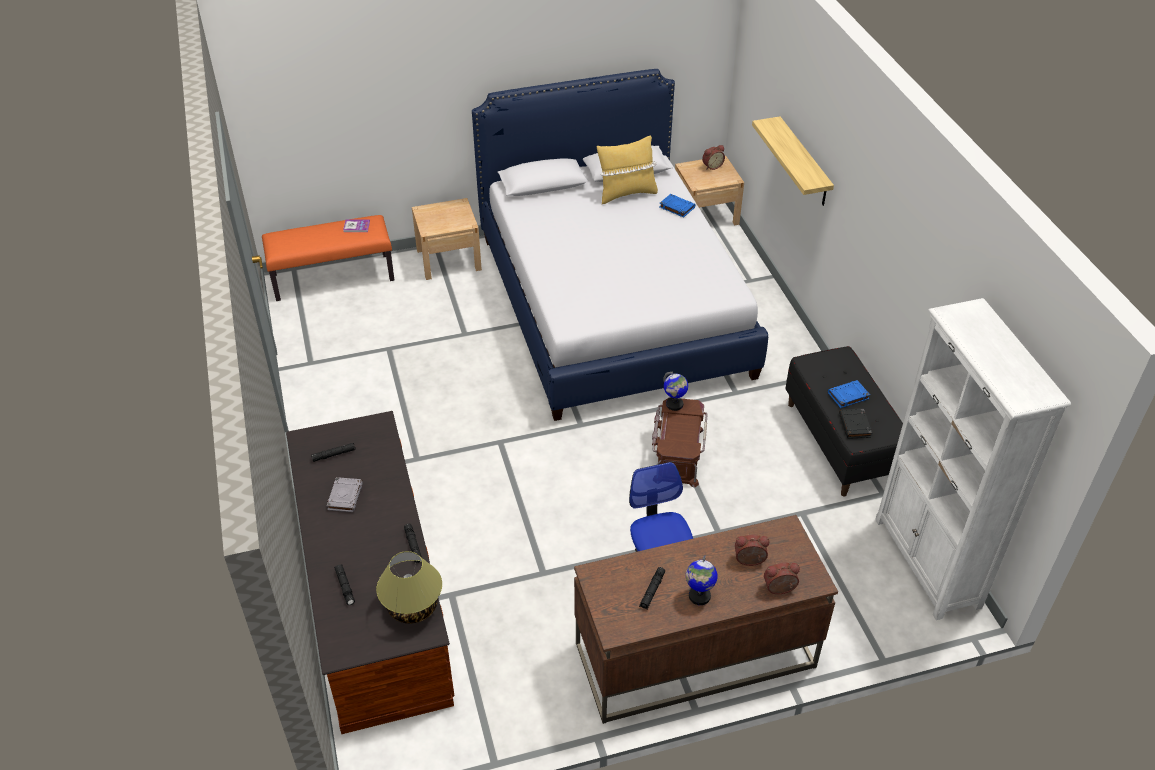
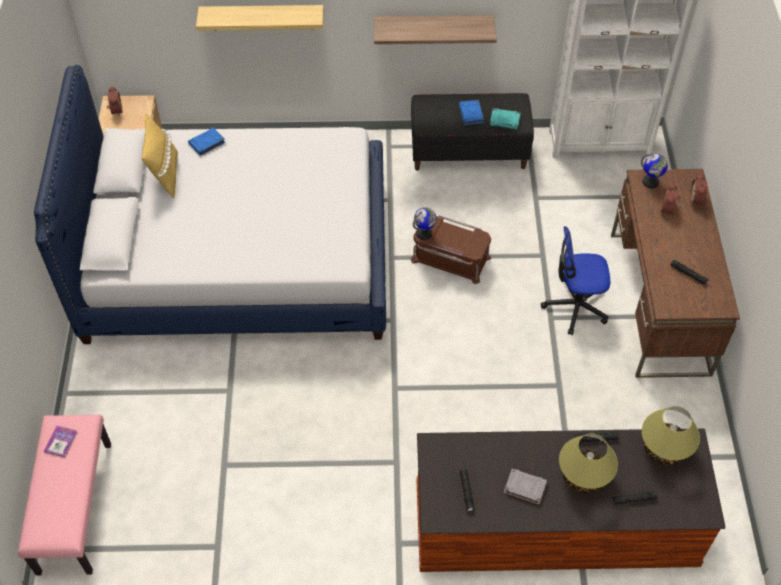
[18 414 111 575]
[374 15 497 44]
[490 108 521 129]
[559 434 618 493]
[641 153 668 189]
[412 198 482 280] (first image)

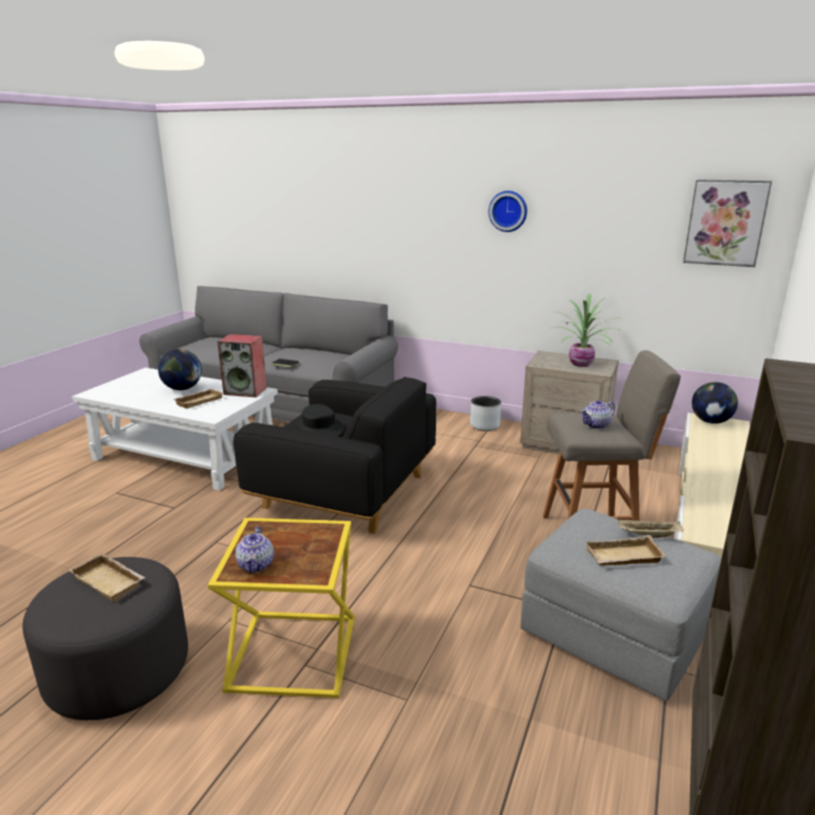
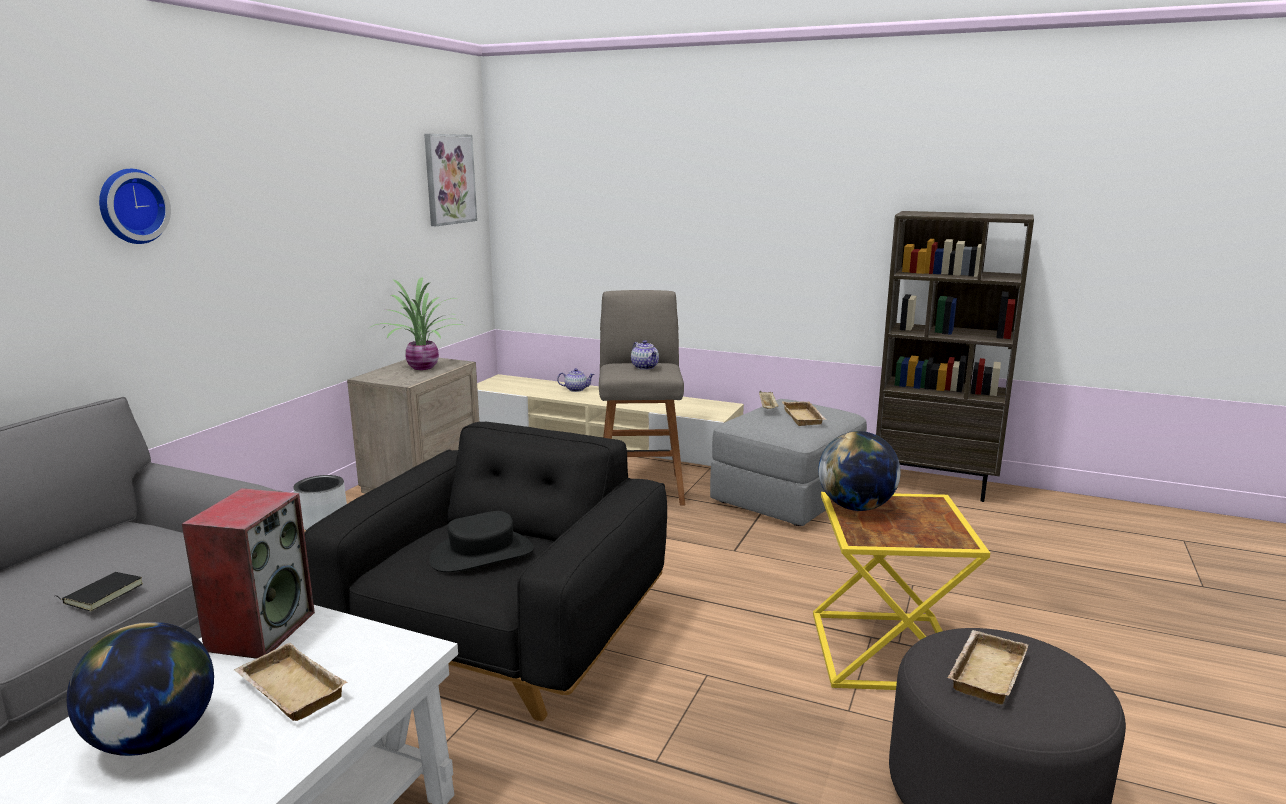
[99 169 171 244]
[557 368 595 392]
[818 431 901 511]

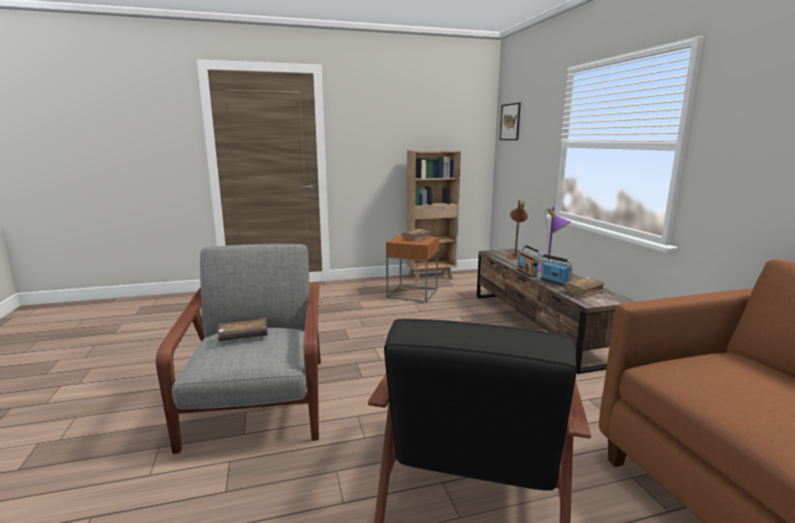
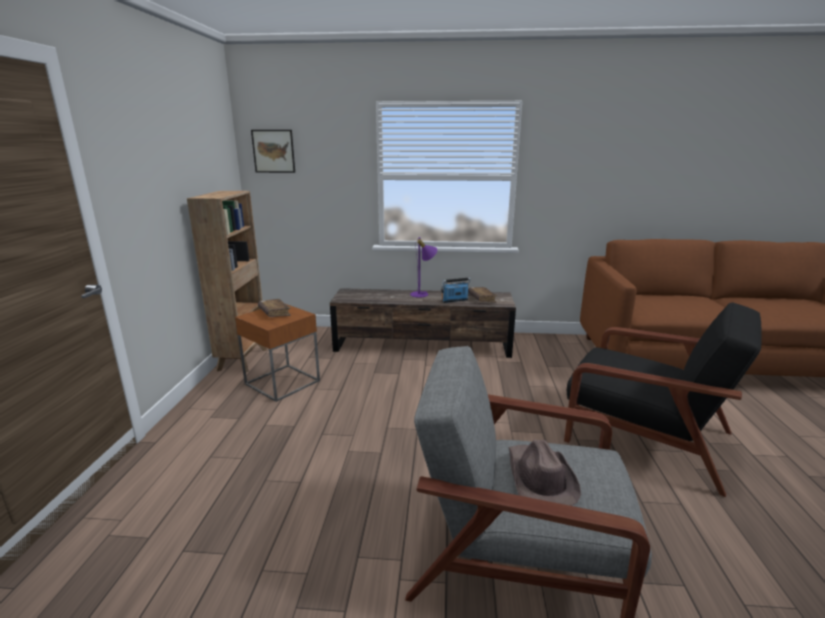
[508 439 581 506]
[506 200 528 259] (first image)
[517 245 542 277] (first image)

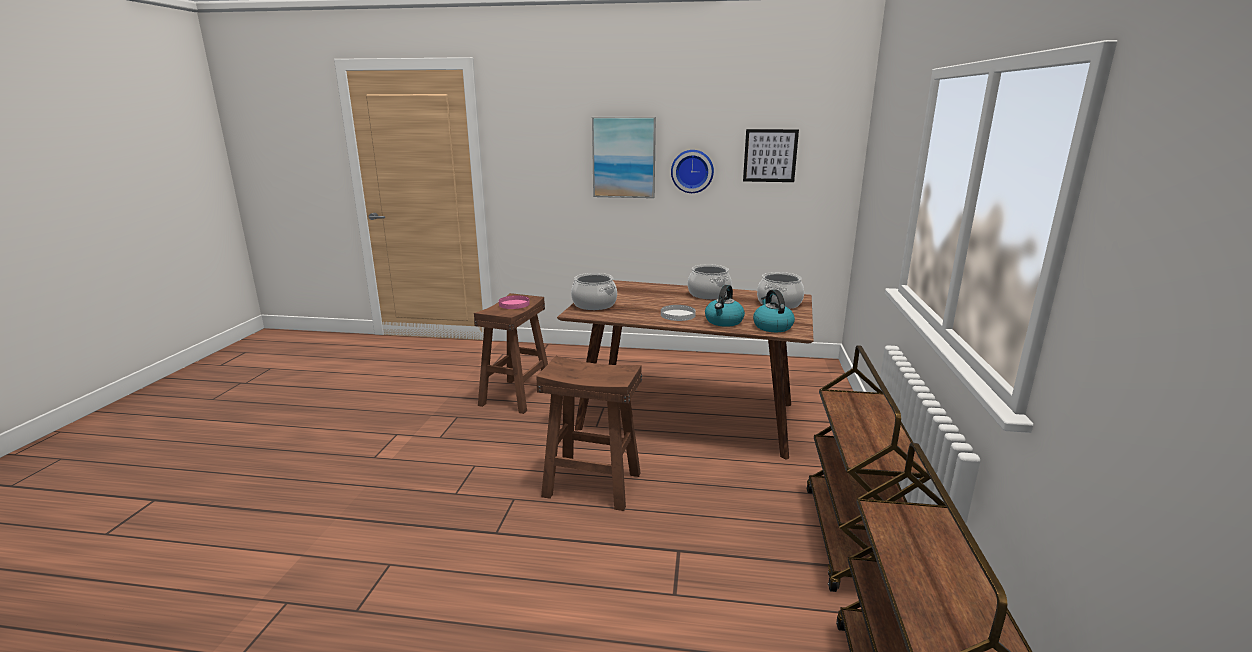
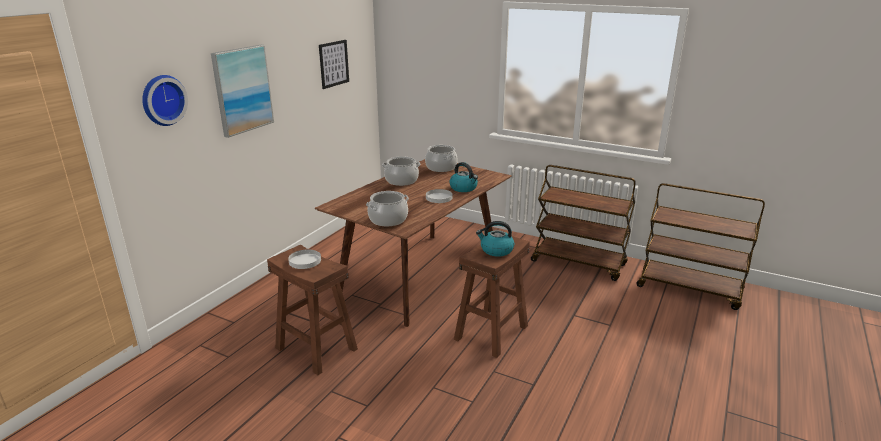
[142 75 188 126]
[288 249 321 269]
[476 221 514 257]

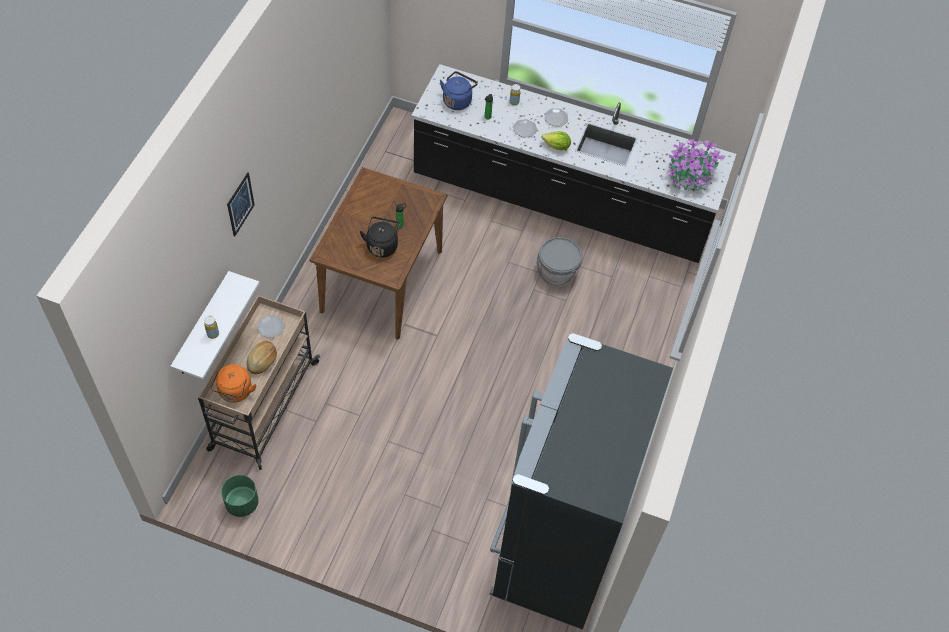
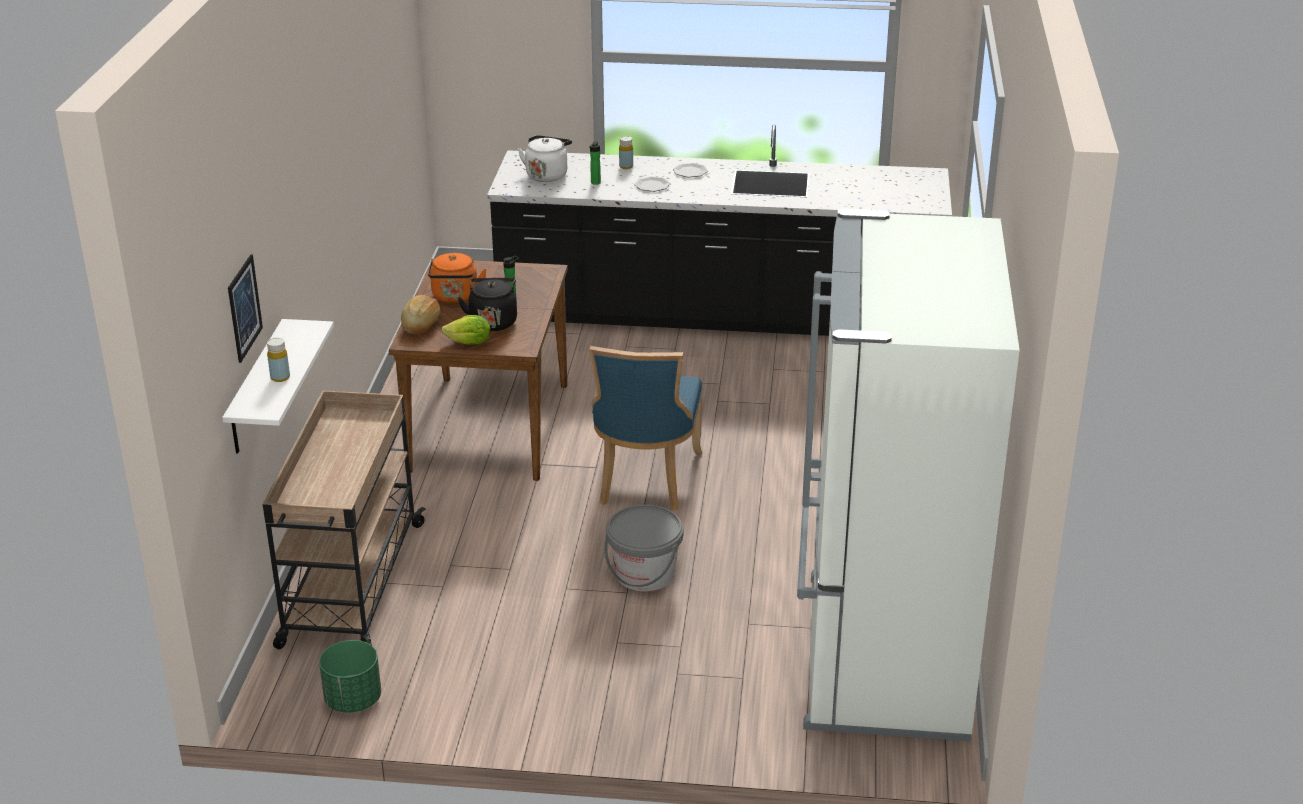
[228 255 263 363]
[401 295 440 334]
[428 253 487 303]
[442 315 491 344]
[518 135 572 182]
[589 346 702 511]
[604 504 684 592]
[797 209 1020 741]
[257 315 285 338] (first image)
[668 139 724 192] (first image)

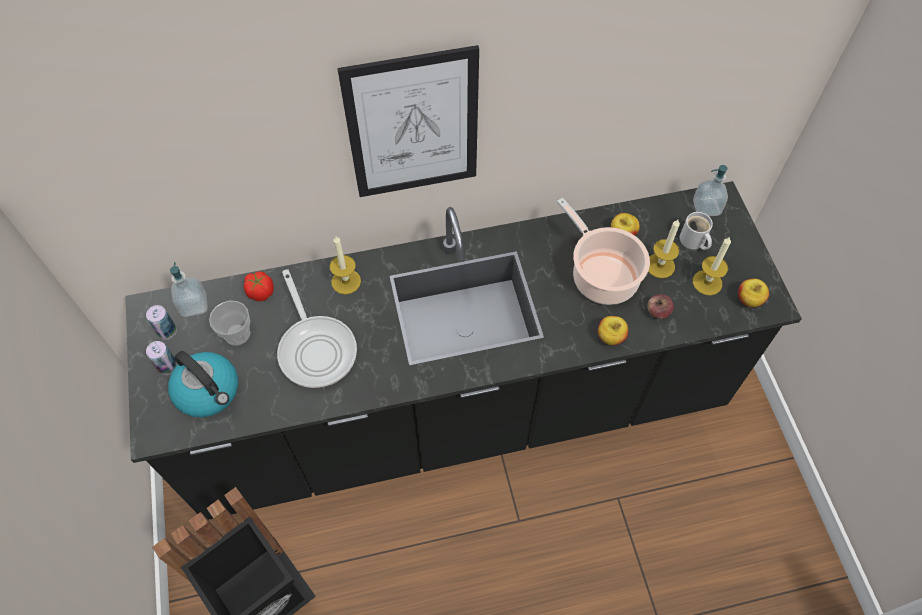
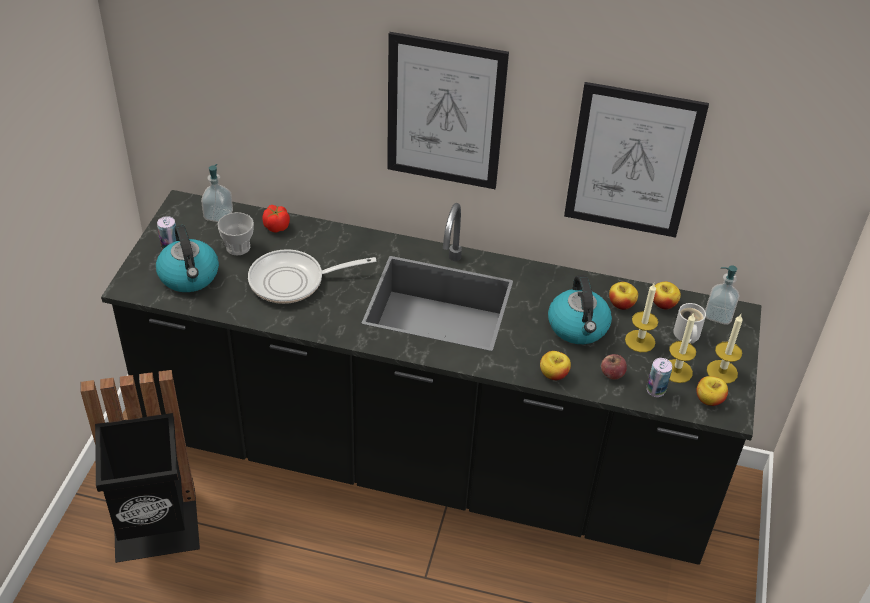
[248 249 376 304]
[548 275 612 344]
[564 82 709 238]
[647 358 672 397]
[653 282 681 310]
[707 314 743 384]

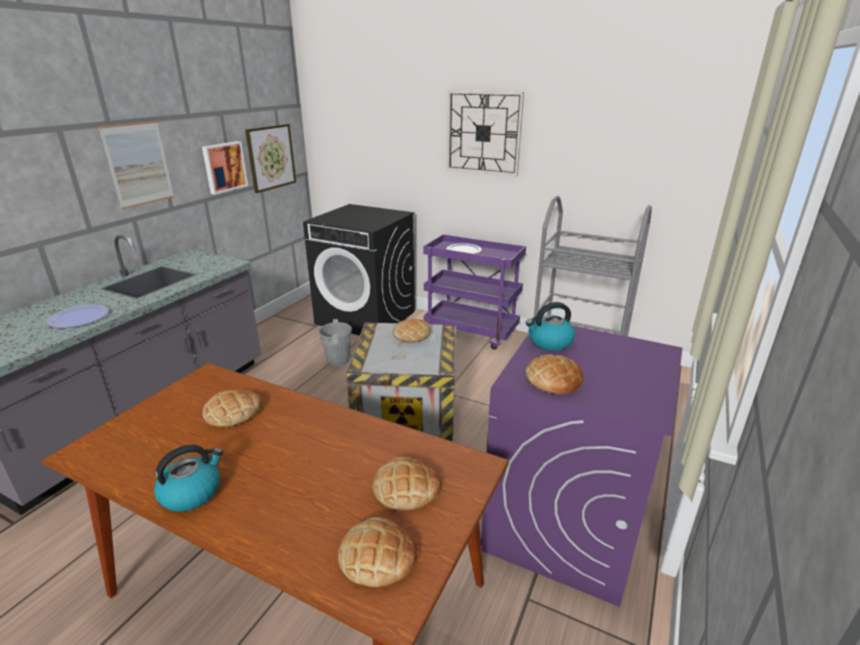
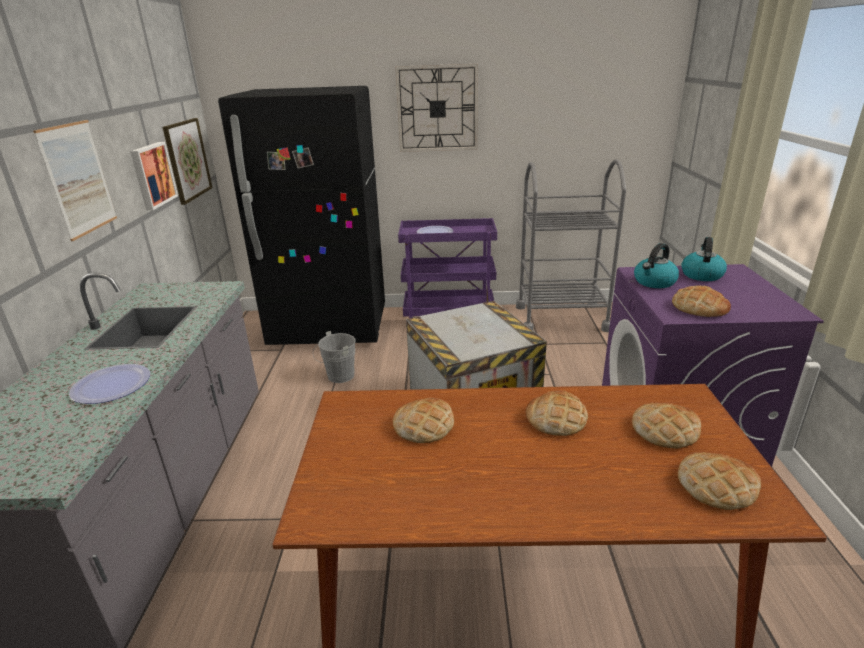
[218 86 385 345]
[526 390 588 436]
[681 237 727 281]

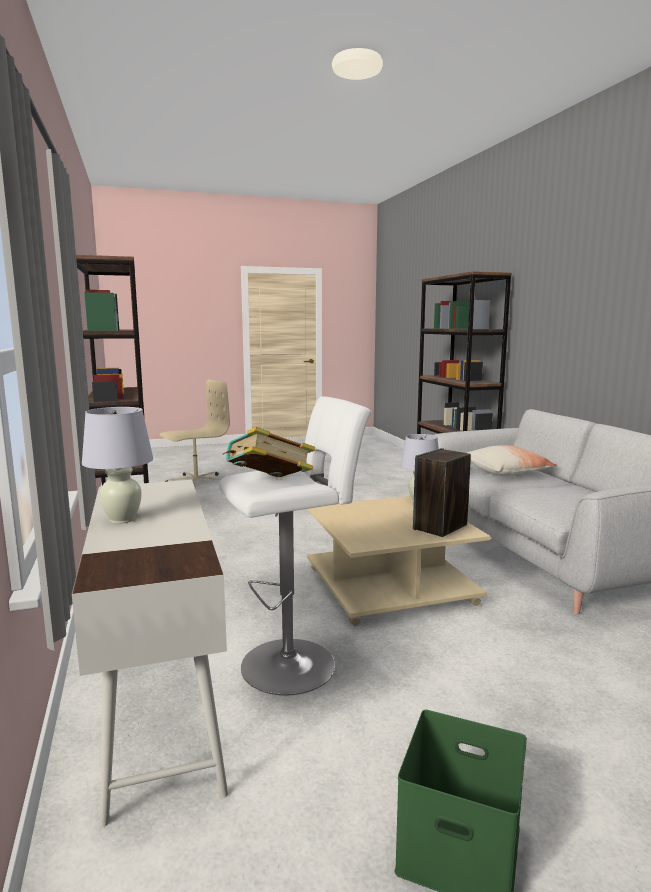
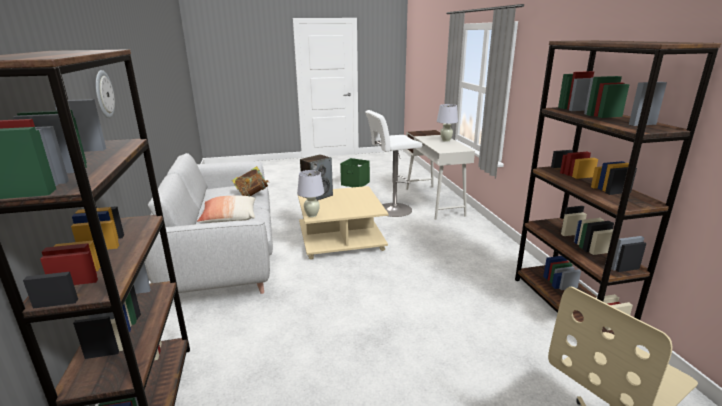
[96 70 115 118]
[232 166 269 196]

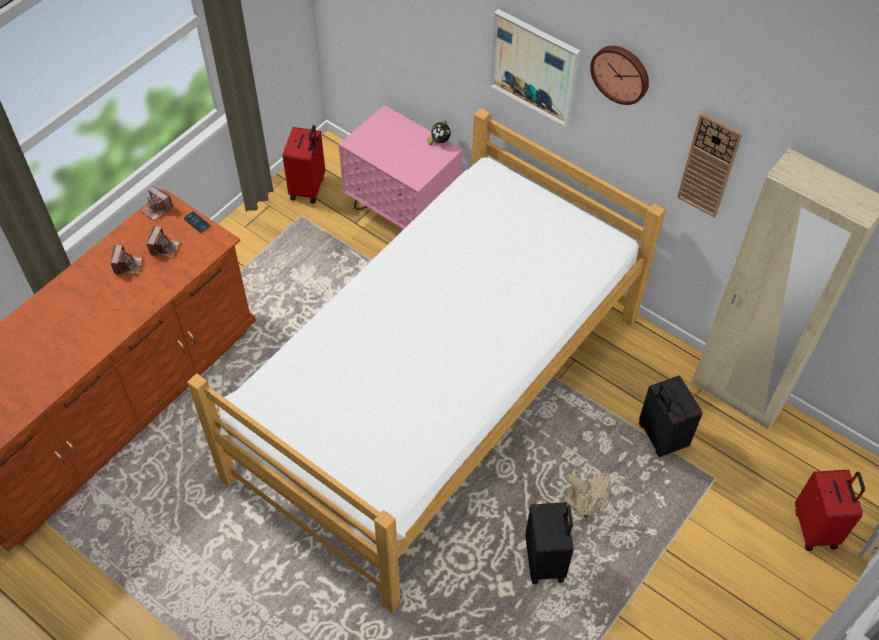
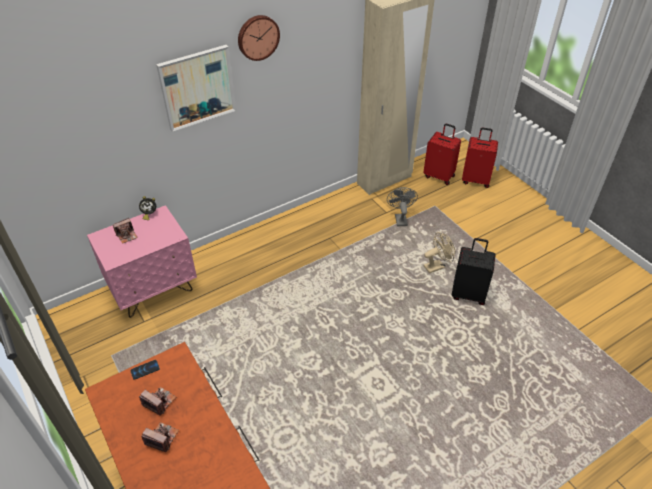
[113 218 138 244]
[387 187 418 226]
[424 123 461 185]
[187 108 665 613] (first image)
[677 112 743 218] (first image)

